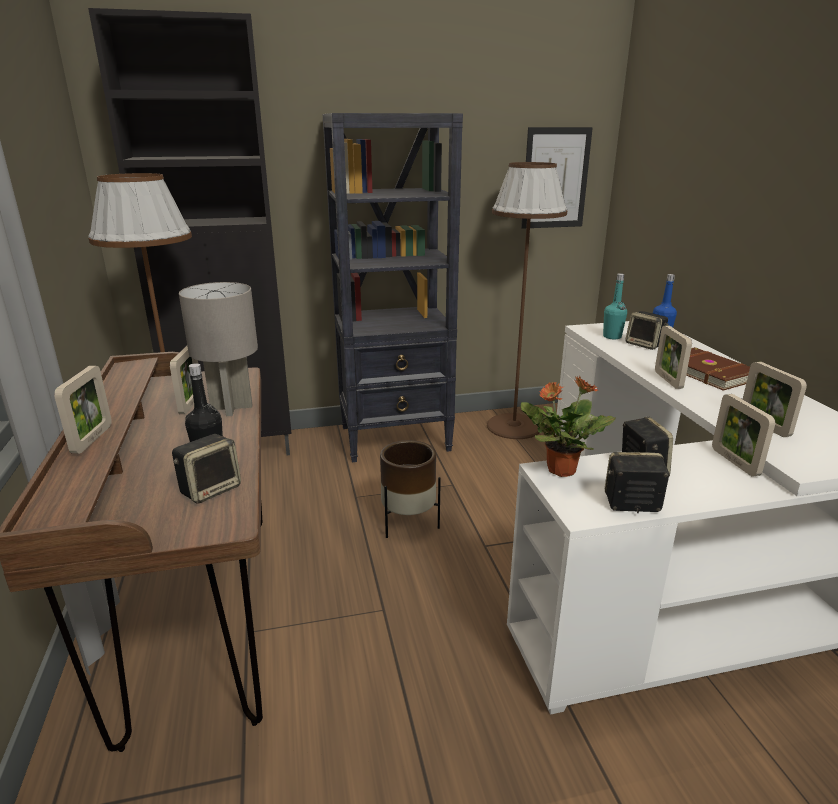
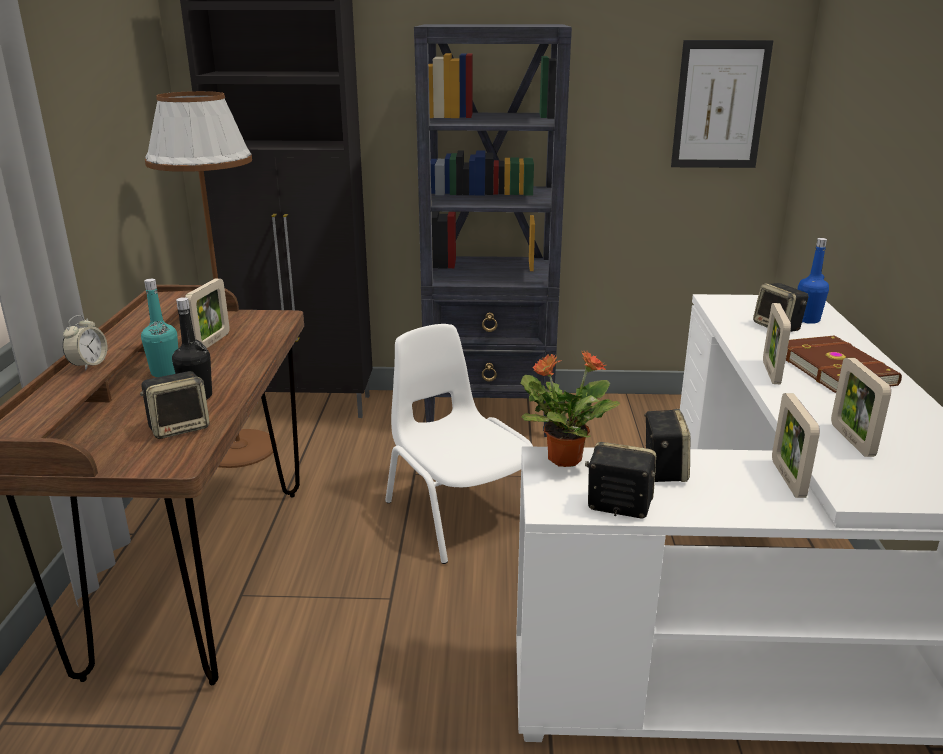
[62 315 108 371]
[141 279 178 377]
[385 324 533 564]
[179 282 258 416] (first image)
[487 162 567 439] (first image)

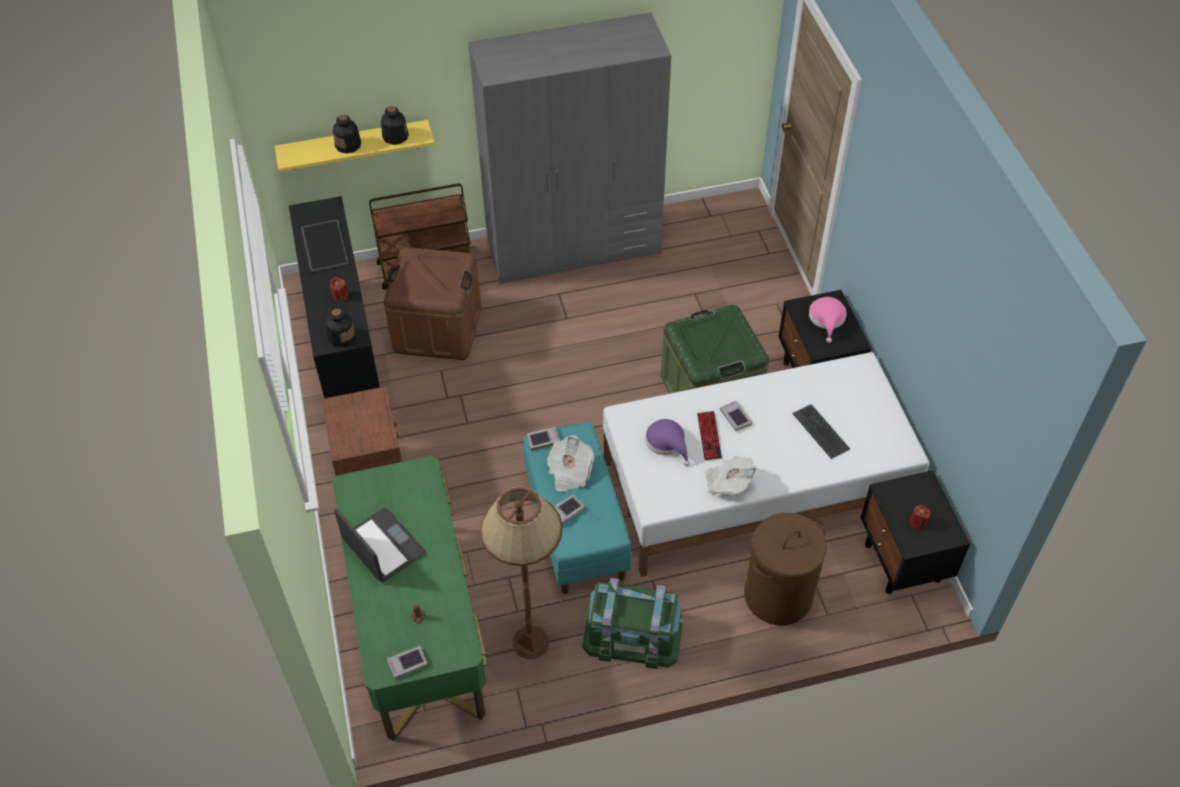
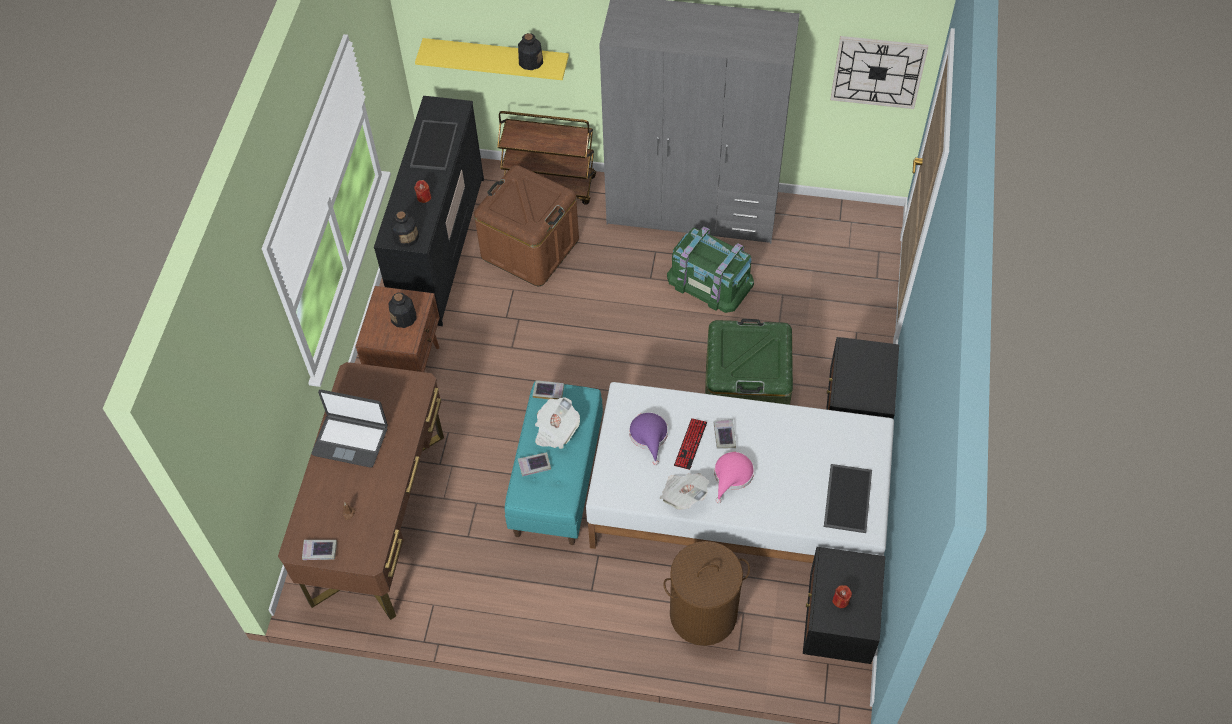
[278 362 444 620]
[312 390 388 468]
[388 293 417 328]
[667 227 754 313]
[714 452 754 503]
[824 464 872 533]
[830 36 928 109]
[480 487 563 659] (first image)
[792 404 850 459] (first image)

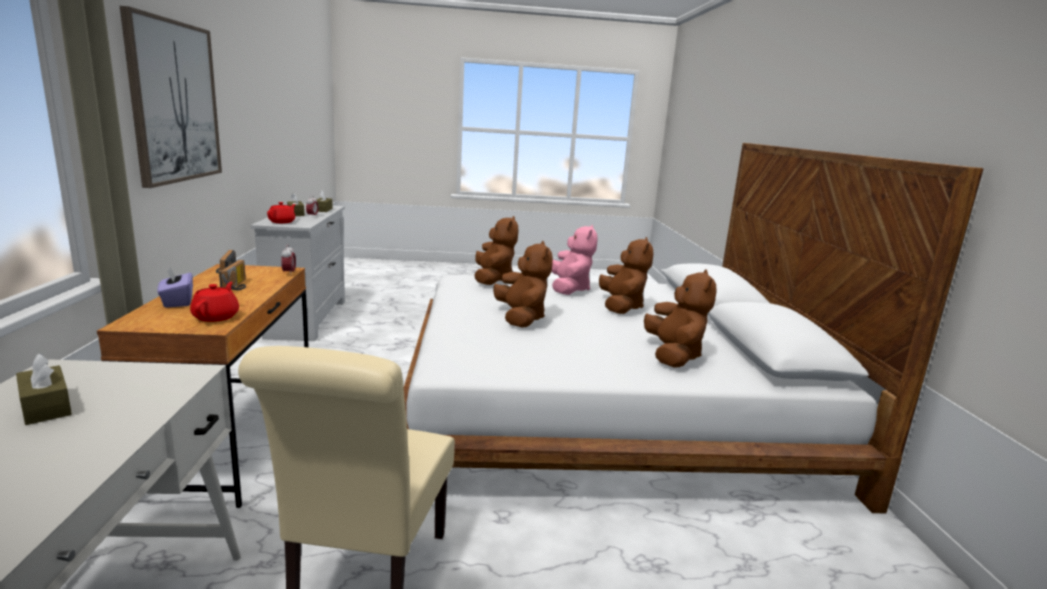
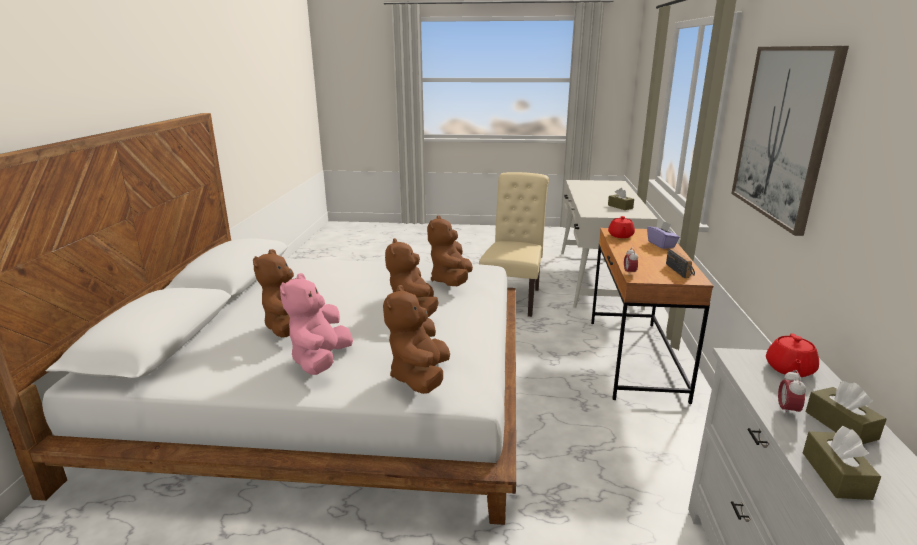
[427 215 473 286]
[219 260 246 290] (first image)

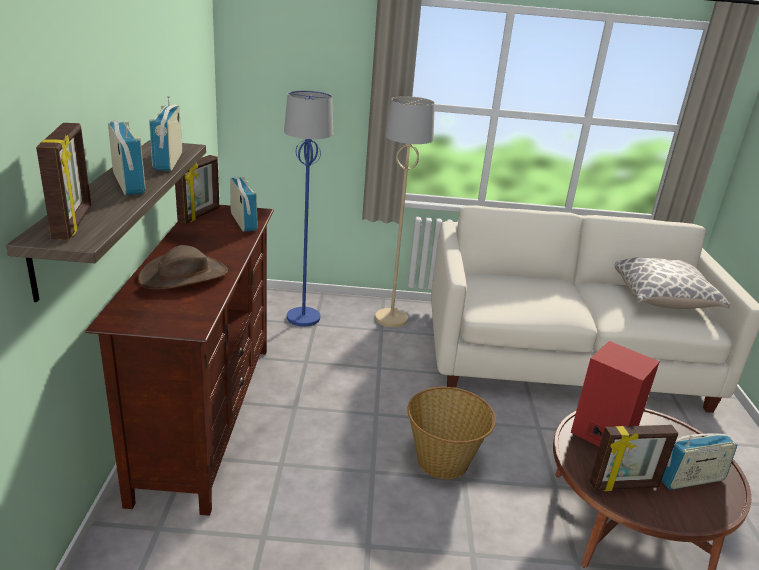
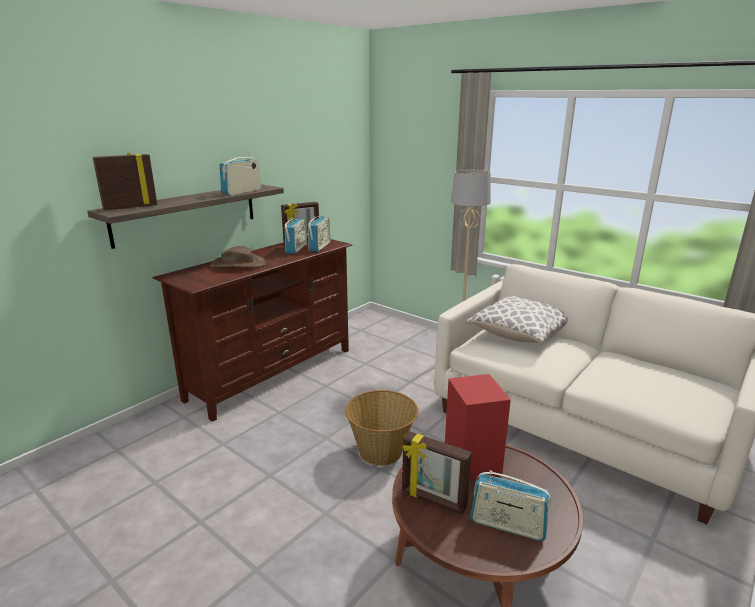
[93 153 157 210]
[285 218 307 254]
[466 296 568 344]
[284 90 333 326] (first image)

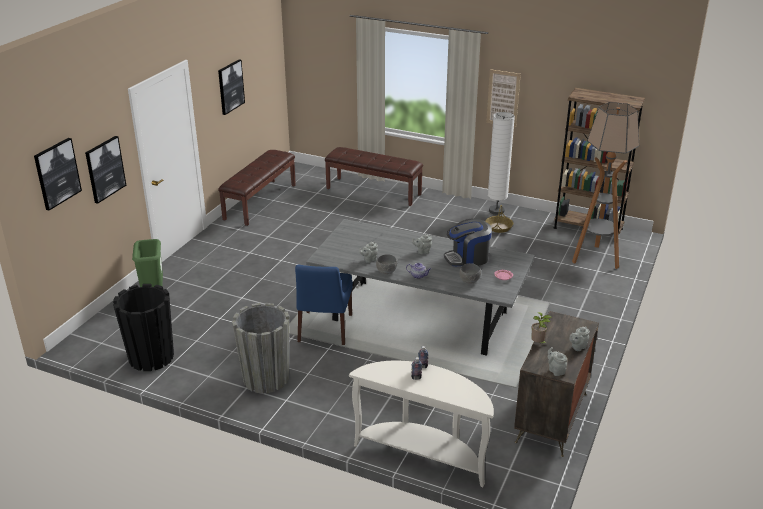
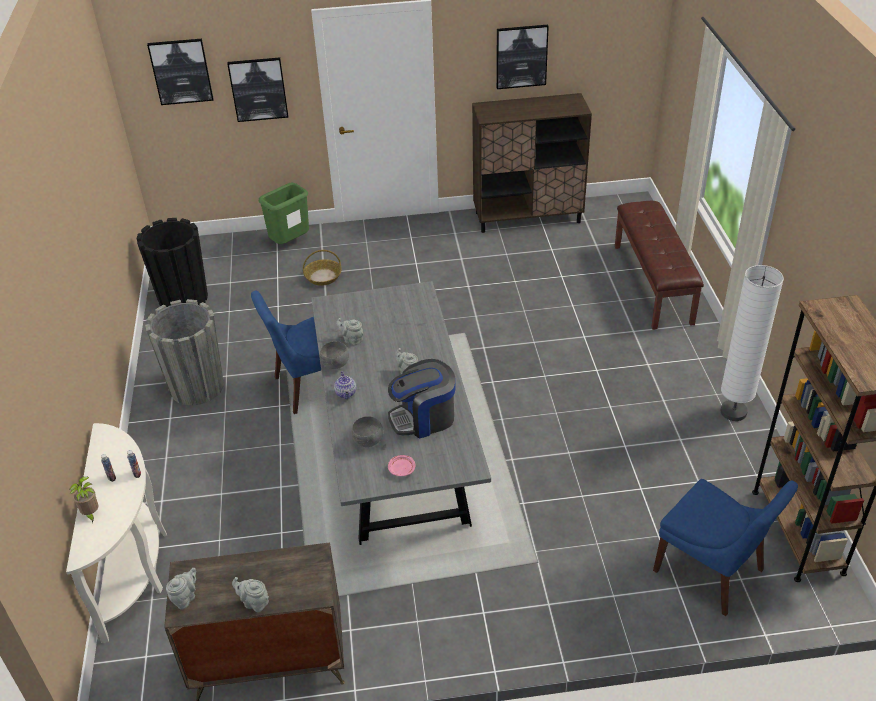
[69 477 99 523]
[303 250 342 286]
[388 359 456 439]
[472 93 592 233]
[653 479 798 616]
[486 69 521 127] (first image)

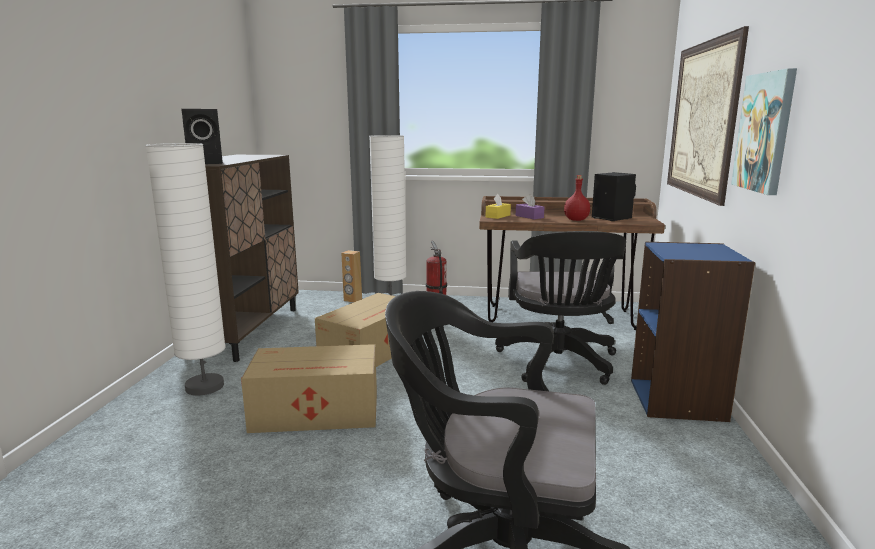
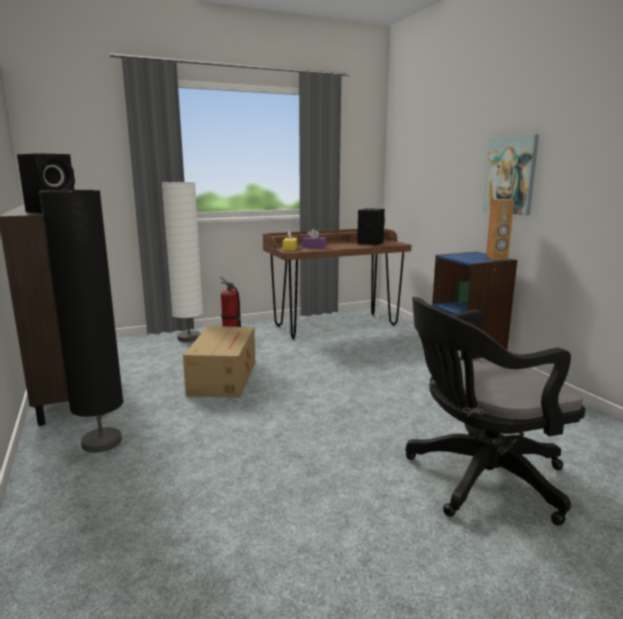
[39 190 124 453]
[486 199 514 260]
[241 344 377 433] (first image)
[495 231 626 385] (first image)
[564 175 590 221] (first image)
[667 26 749 206] (first image)

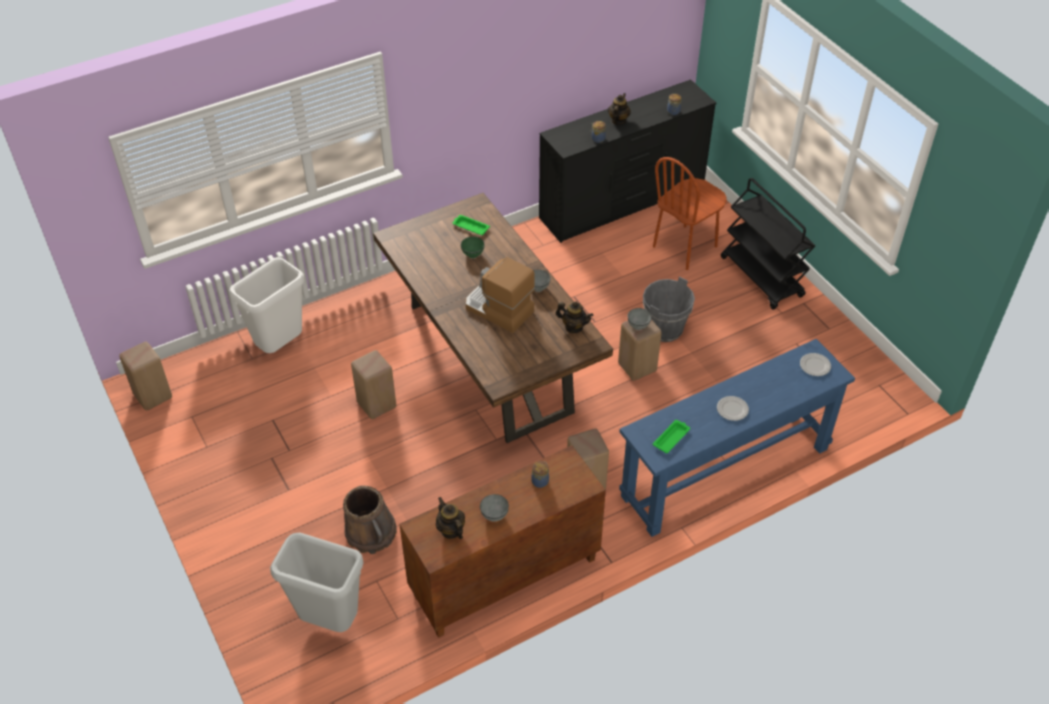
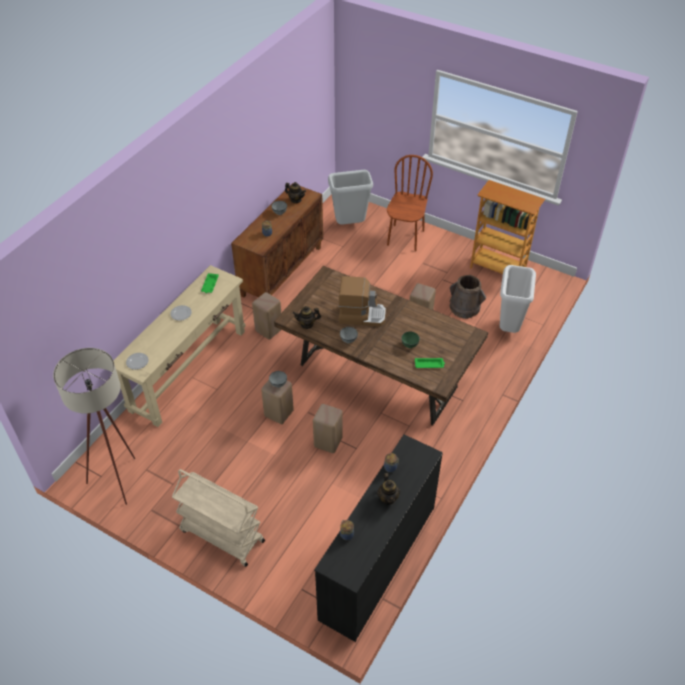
[53 348 135 505]
[113 265 246 427]
[172 469 265 567]
[313 404 343 453]
[387 155 433 251]
[450 275 486 319]
[470 180 545 274]
[643 276 695 342] (first image)

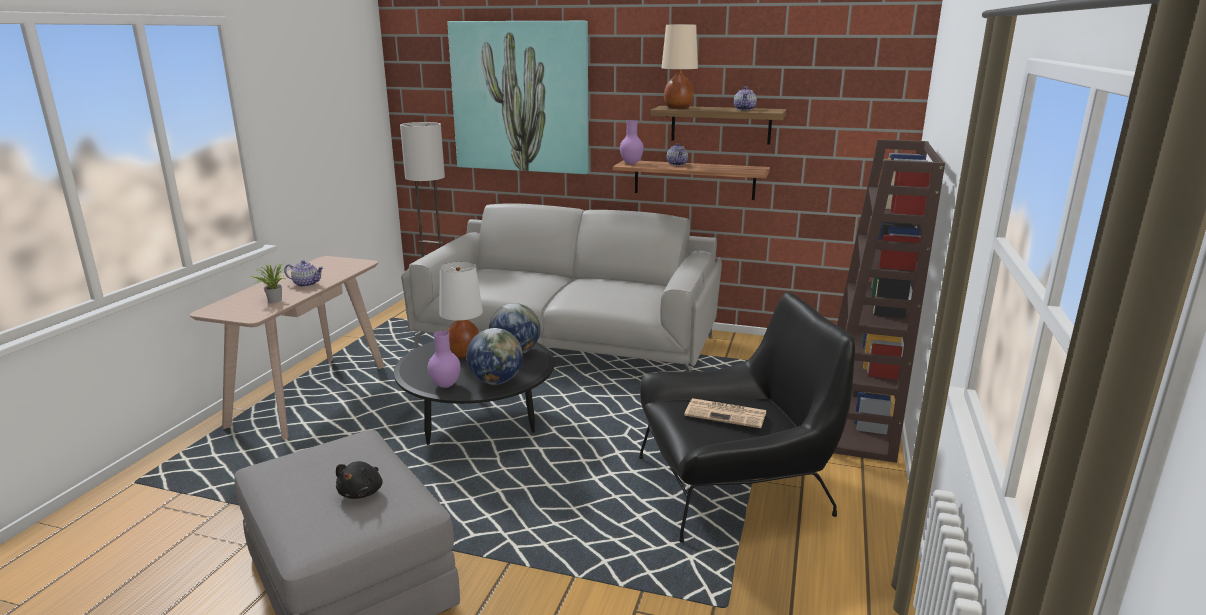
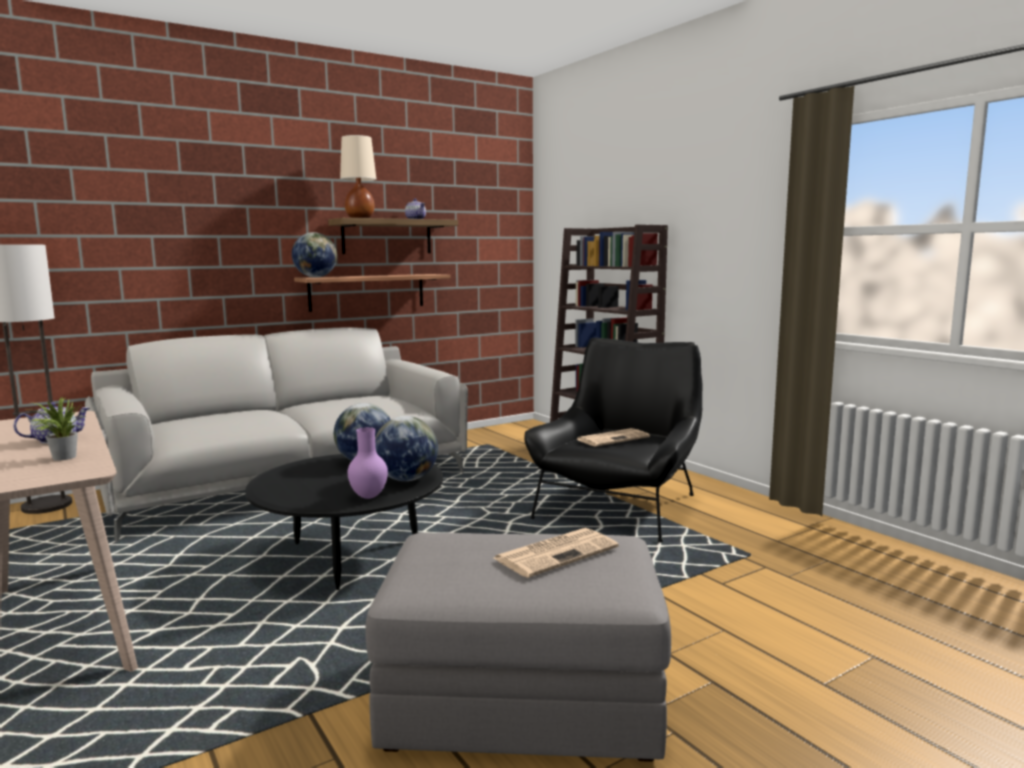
[292 232 337 278]
[494 528 619 578]
[439 262 483 358] (first image)
[447 21 589 174] (first image)
[667 143 688 166] (first image)

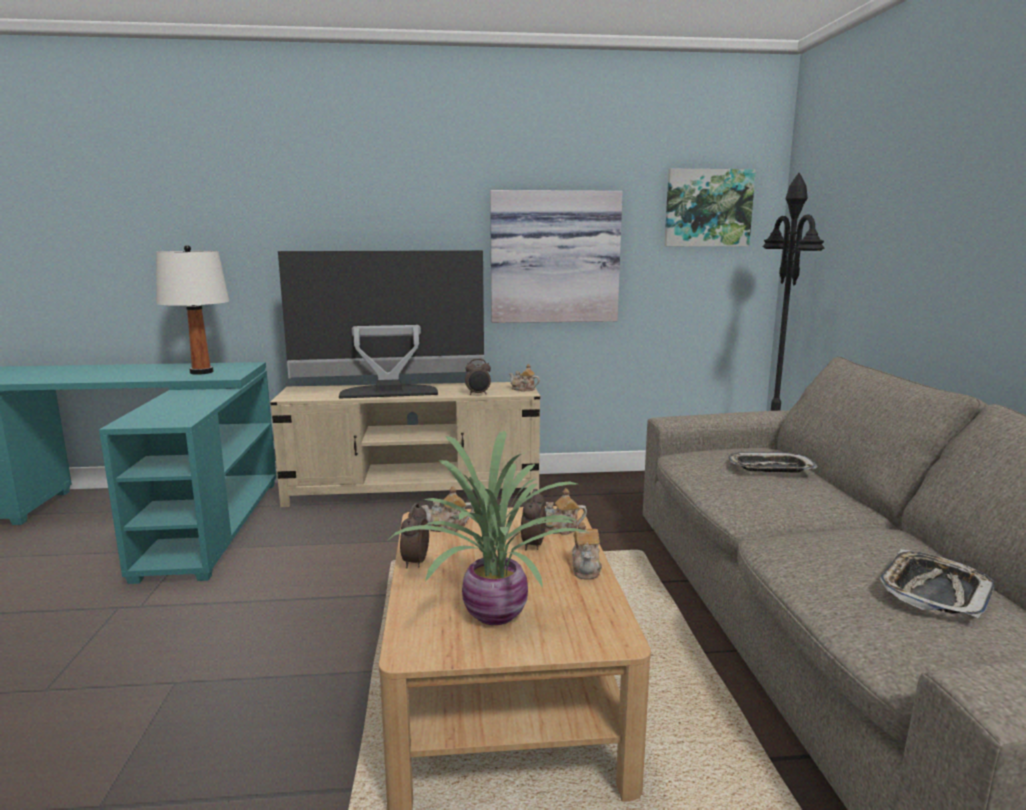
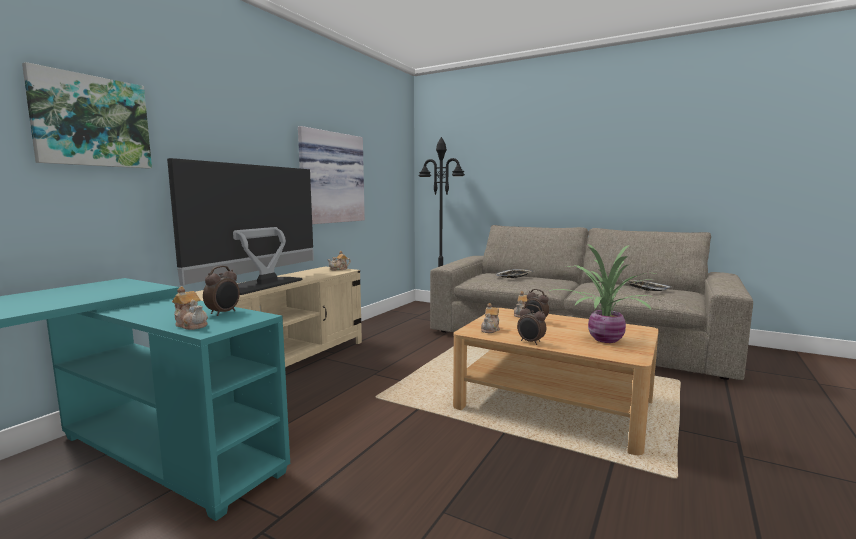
[22 62 152 168]
[172 286 208 330]
[203 266 240 316]
[156 245 229 375] (first image)

